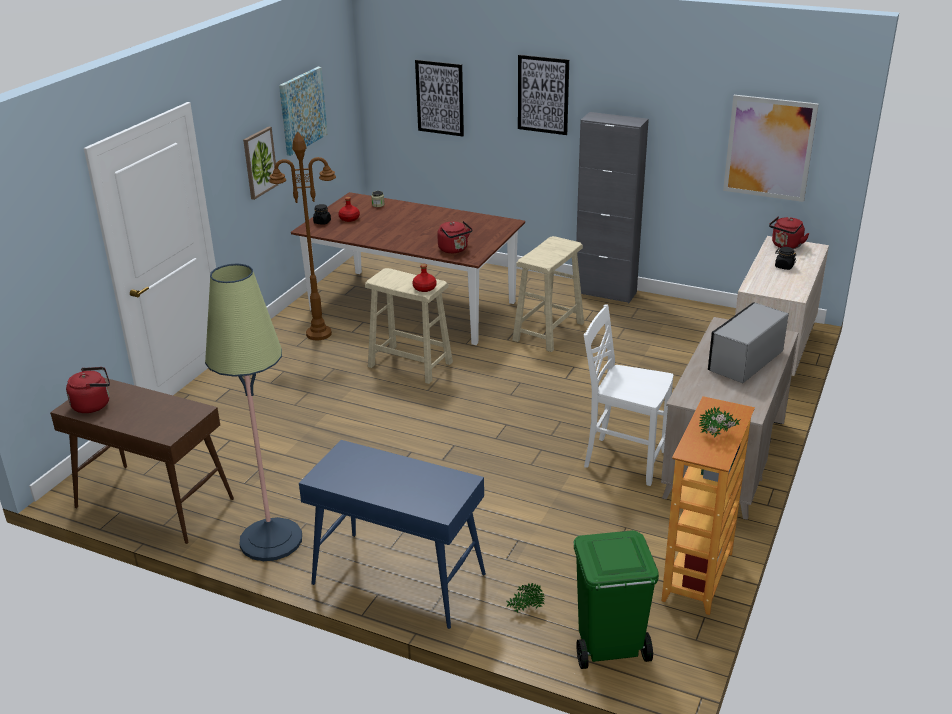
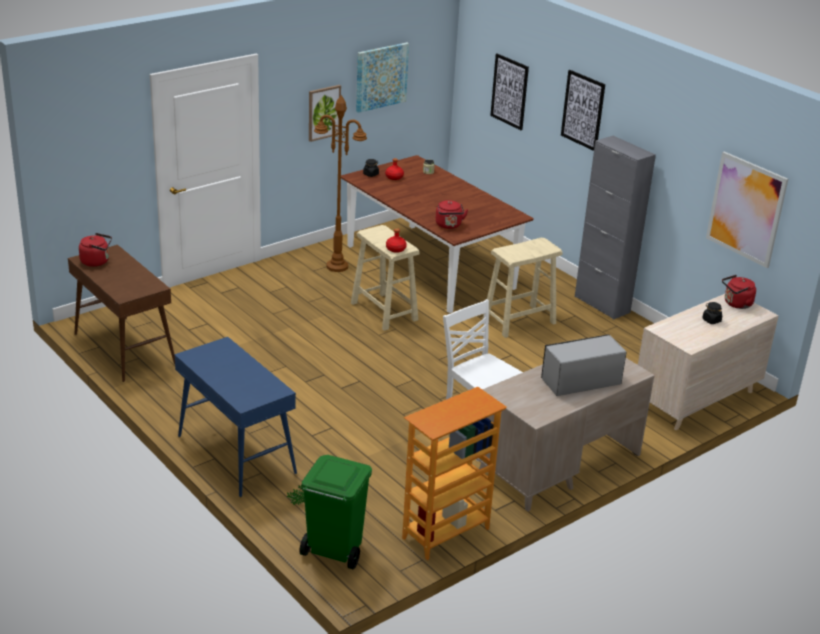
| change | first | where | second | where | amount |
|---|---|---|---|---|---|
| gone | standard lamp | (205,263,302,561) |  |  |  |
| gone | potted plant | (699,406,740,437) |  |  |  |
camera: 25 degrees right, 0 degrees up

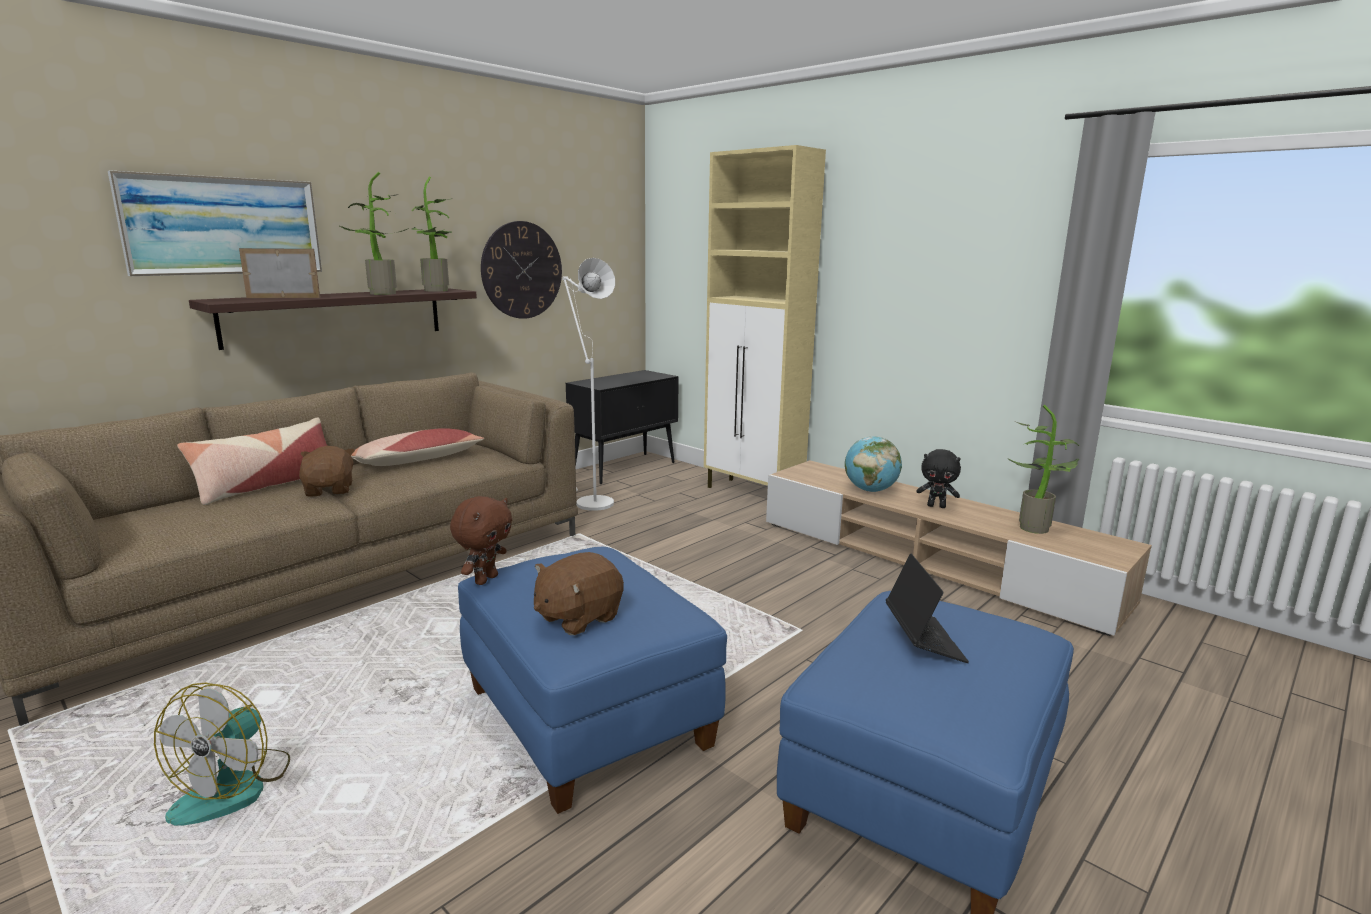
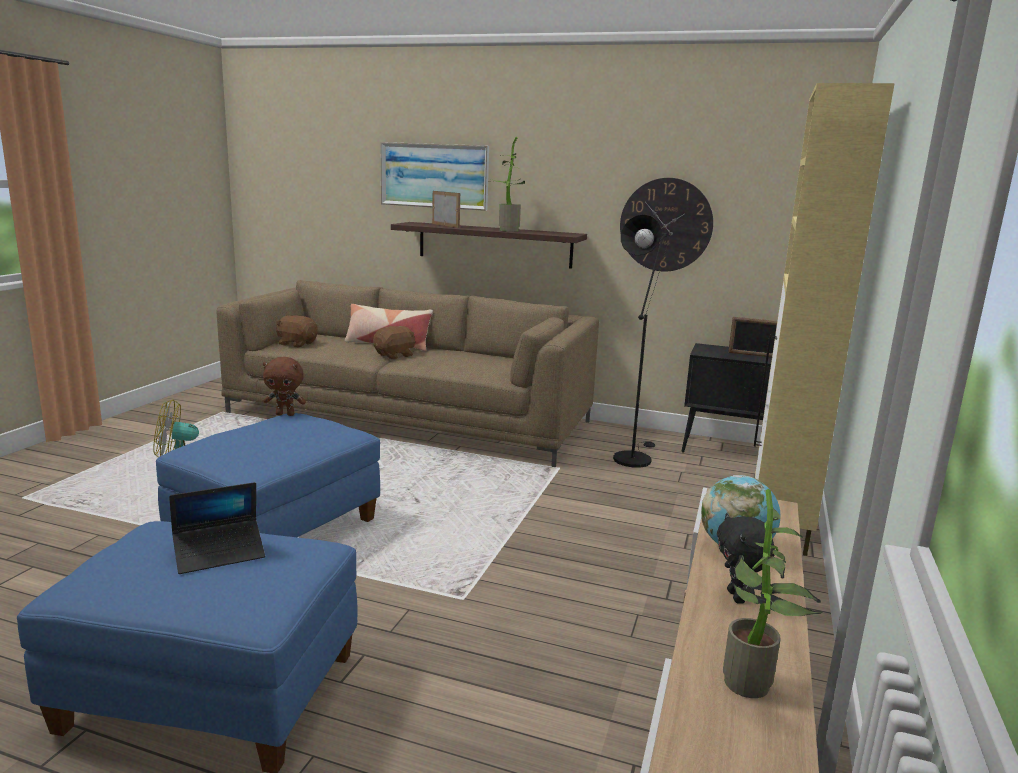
| change | first | where | second | where | amount |
|---|---|---|---|---|---|
| shifted | brown-coloured cuddly toy | (534,552,624,635) |  | (276,315,318,347) |  |
| repainted | white standard lamp | (562,258,615,511) | black-coloured standard lamp | (613,214,670,468) |  |
| new |  |  | standing frame | (728,317,777,358) |  |
| gone | throw pillow | (351,428,484,466) |  |  |  |
| gone | potted plant | (411,177,452,291) |  |  |  |
camera: 65 degrees right, 0 degrees up

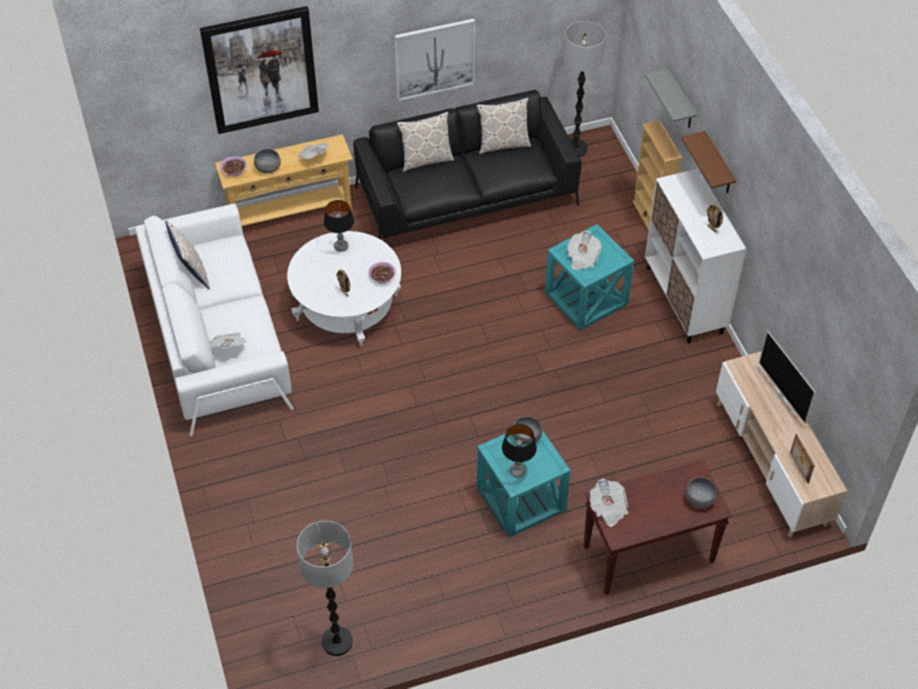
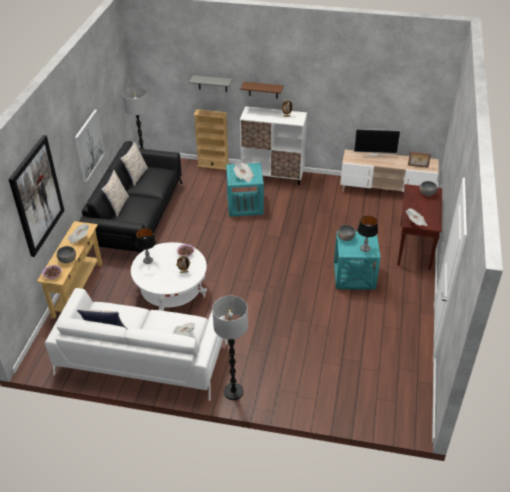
| change | first | where | second | where | amount |
|---|---|---|---|---|---|
| shifted | standard lamp | (297,521,353,656) |  | (212,296,248,400) |  |
camera: 60 degrees left, 10 degrees down

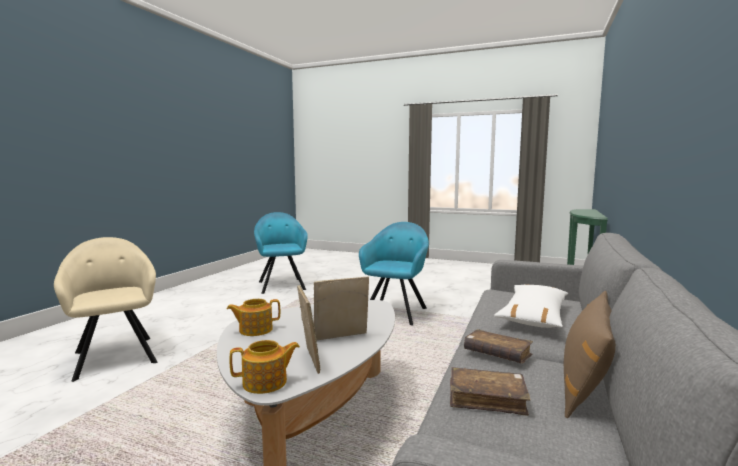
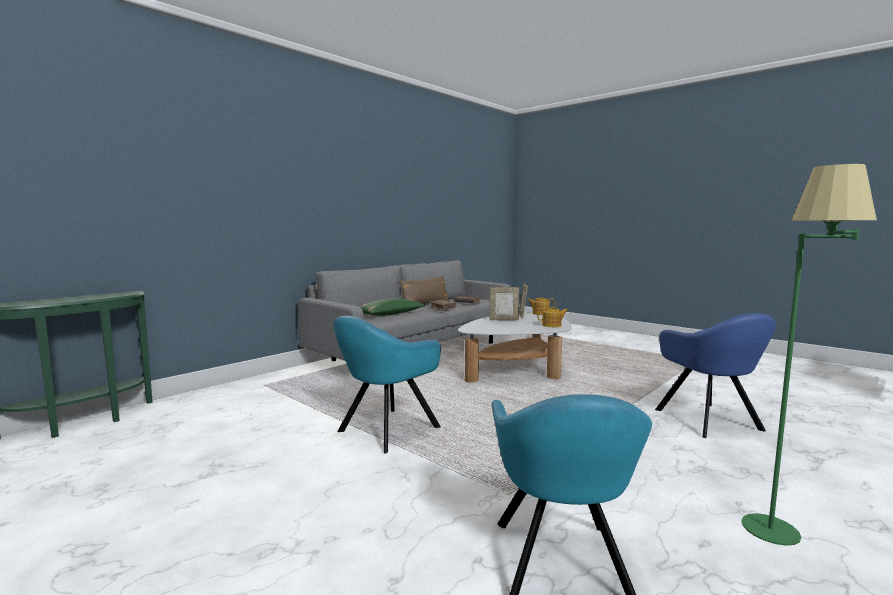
| change | first | where | second | where | amount |
|---|---|---|---|---|---|
| repainted | white throw pillow | (494,284,568,328) | greenish throw pillow | (360,298,426,316) |  |
| repainted | beige easy chair | (54,237,157,382) | blue easy chair | (655,313,776,438) |  |
| new |  |  | greenish standard lamp | (741,164,877,546) |  |
camera: 160 degrees left, 0 degrees up

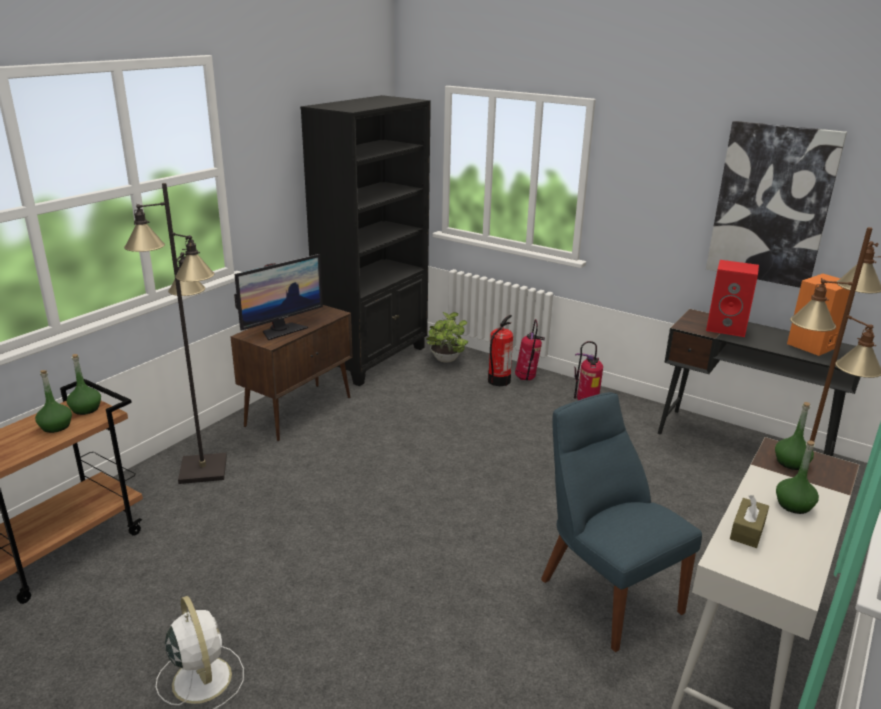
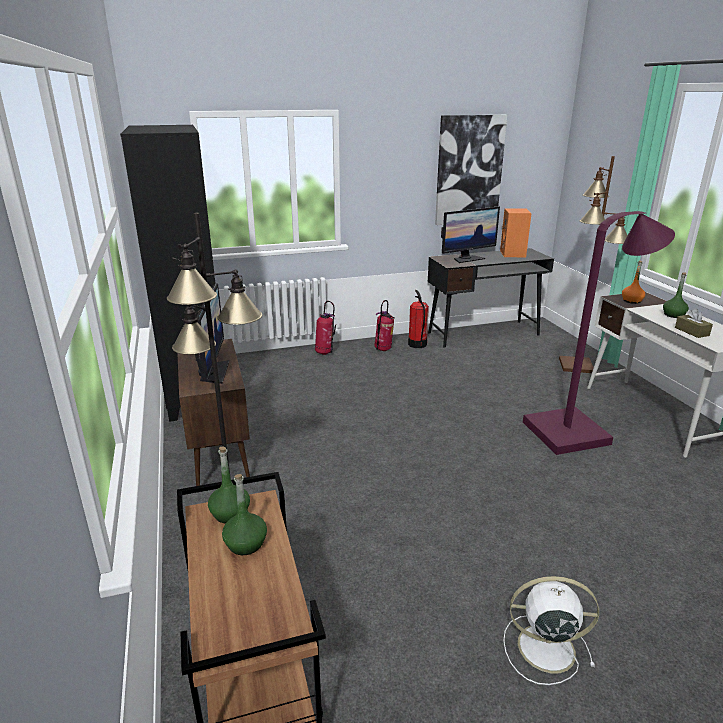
| change | first | where | second | where | amount |
|---|---|---|---|---|---|
| shifted | fire-fighting cylinder | (488,315,513,386) |  | (408,290,429,348) |  |
| swapped | red loudspeaker | (706,260,759,337) | computer display | (441,206,500,263) |  |
| swapped | blue upright chair | (541,392,702,652) | purplish standard lamp | (523,211,675,455) |  |
| repainted | greenish beverage bottle | (775,402,814,470) | orangey beverage bottle | (622,261,645,304) |  |
| gone | potted plant | (426,312,468,362) |  |  |  |
camera: 50 degrees left, 0 degrees up

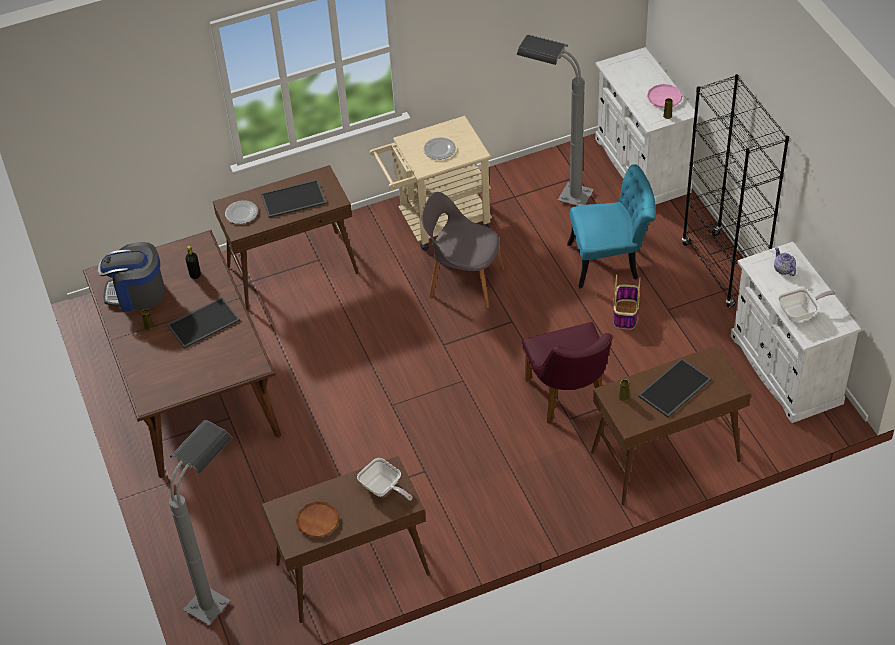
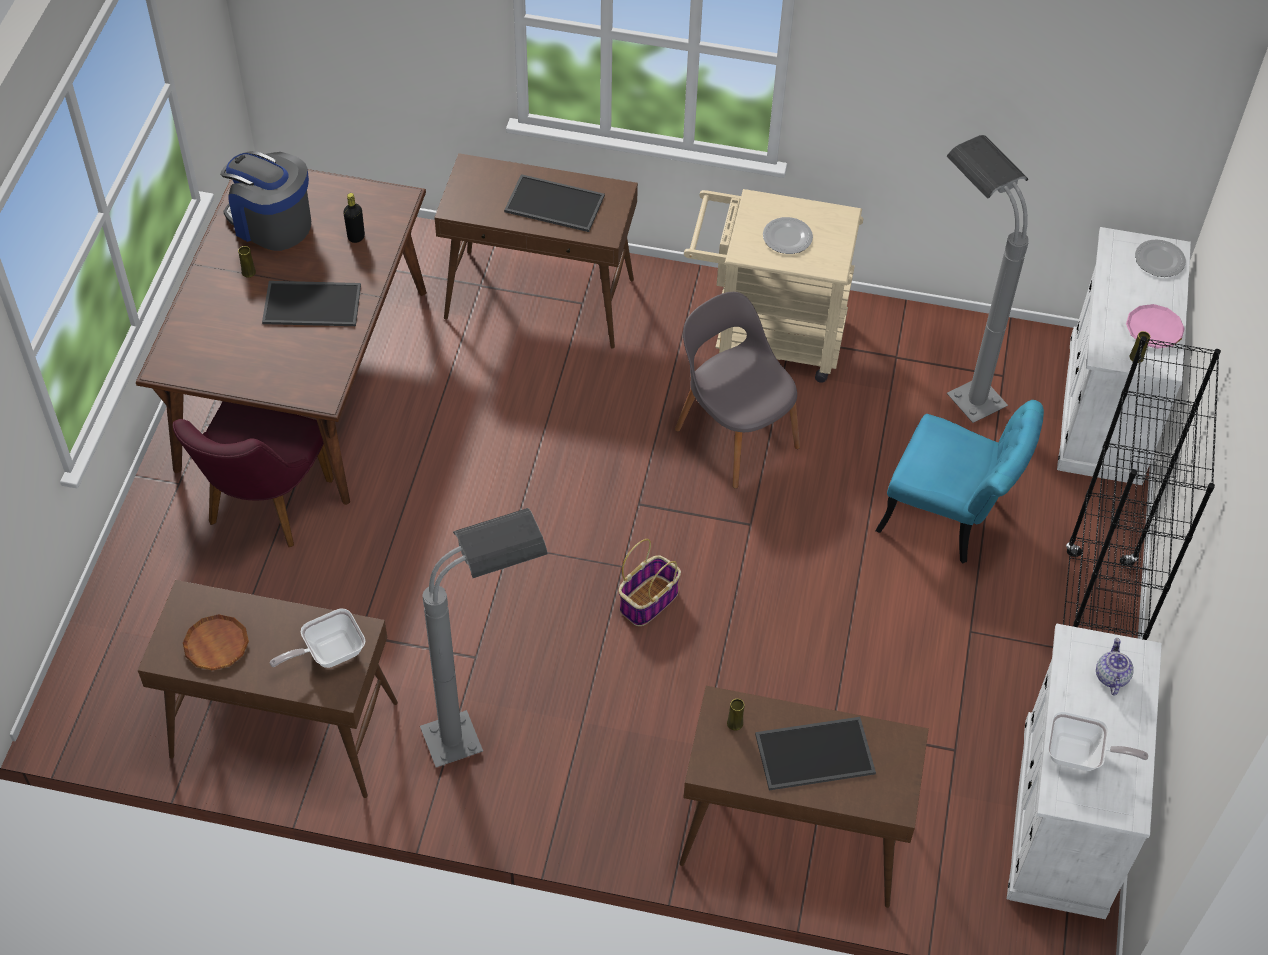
| change | first | where | second | where | amount |
|---|---|---|---|---|---|
| shifted | purplish upright chair | (522,322,613,424) |  | (173,401,334,547) |  |
| rotated | pan | (357,458,413,501) |  | (270,608,365,668) | 75 degrees clockwise |
| shifted | grey standard lamp | (169,420,232,626) |  | (420,508,548,768) |  |
| shifted | household basket | (613,274,641,329) |  | (619,539,681,626) |  |
| shifted | dinner plate | (225,201,258,224) |  | (1135,239,1186,277) |  |
camera: 30 degrees right, 5 degrees up

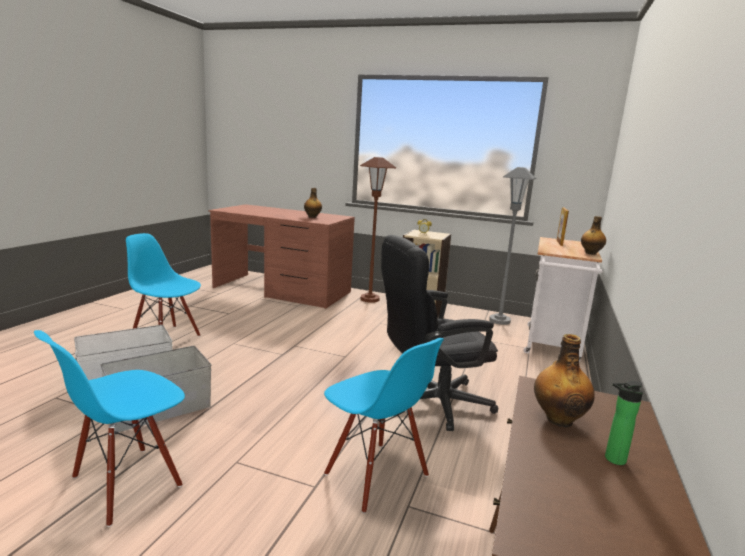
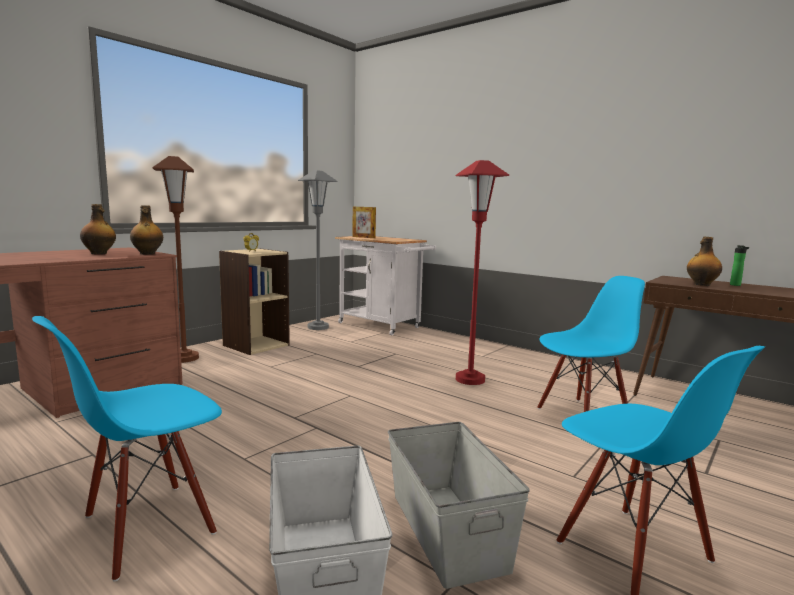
| change | first | where | second | where | amount |
|---|---|---|---|---|---|
| shifted | beverage bottle | (581,216,606,255) |  | (130,205,163,255) |  |
| swapped | black-coloured desk chair | (381,235,498,431) | red standard lamp | (456,160,509,385) |  |
camera: 70 degrees left, 5 degrees down

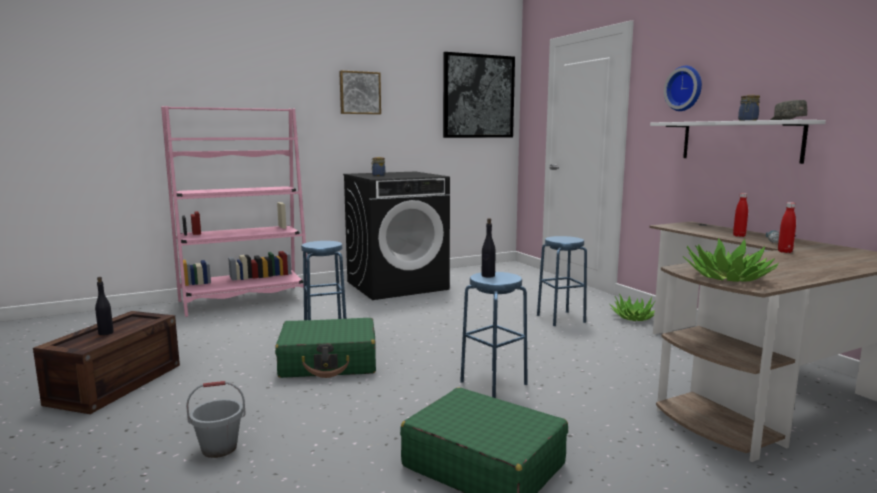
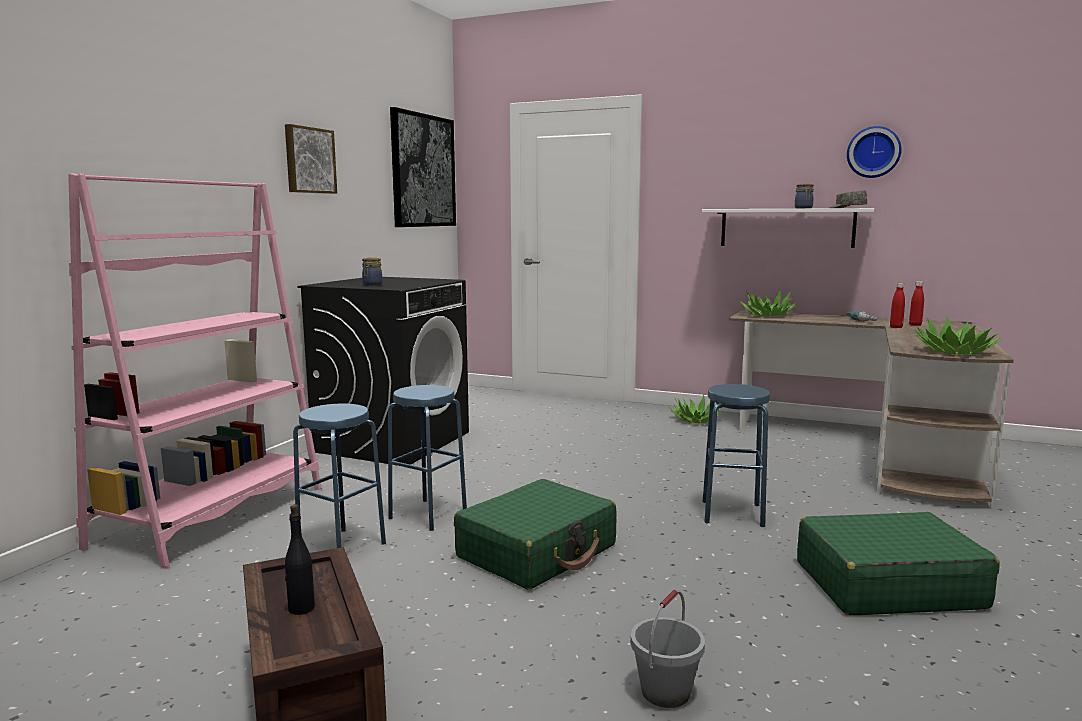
| change | first | where | second | where | amount |
|---|---|---|---|---|---|
| shifted | blue sitting stool | (537,236,587,326) |  | (293,403,386,548) |  |
| new |  |  | potted plant | (740,291,798,316) |  |
| shifted | hanging clock | (664,66,702,111) |  | (847,126,902,178) |  |
| shifted | red beverage bottle | (733,193,748,237) |  | (909,281,924,326) |  |
| gone | black-coloured beverage bottle | (481,218,496,278) |  |  |  |
camera: 40 degrees left, 0 degrees up

